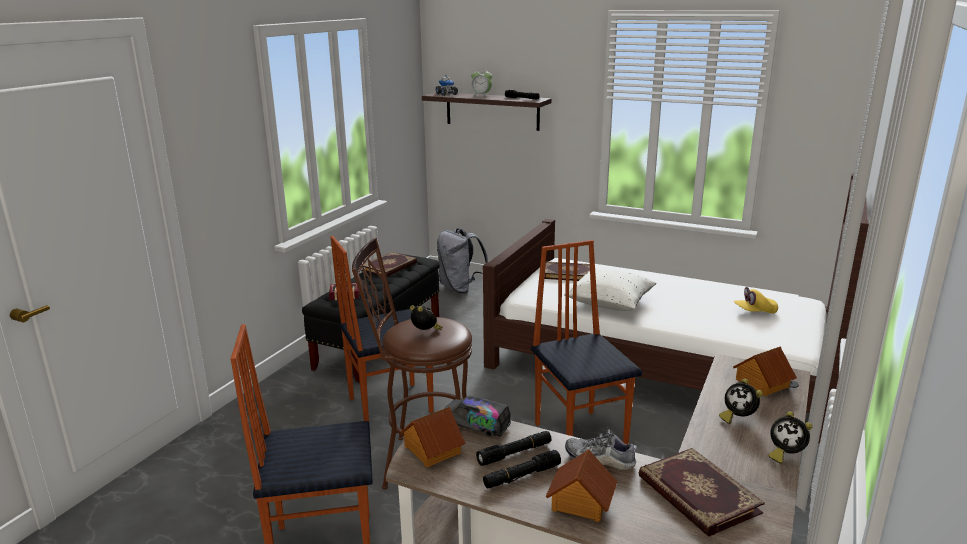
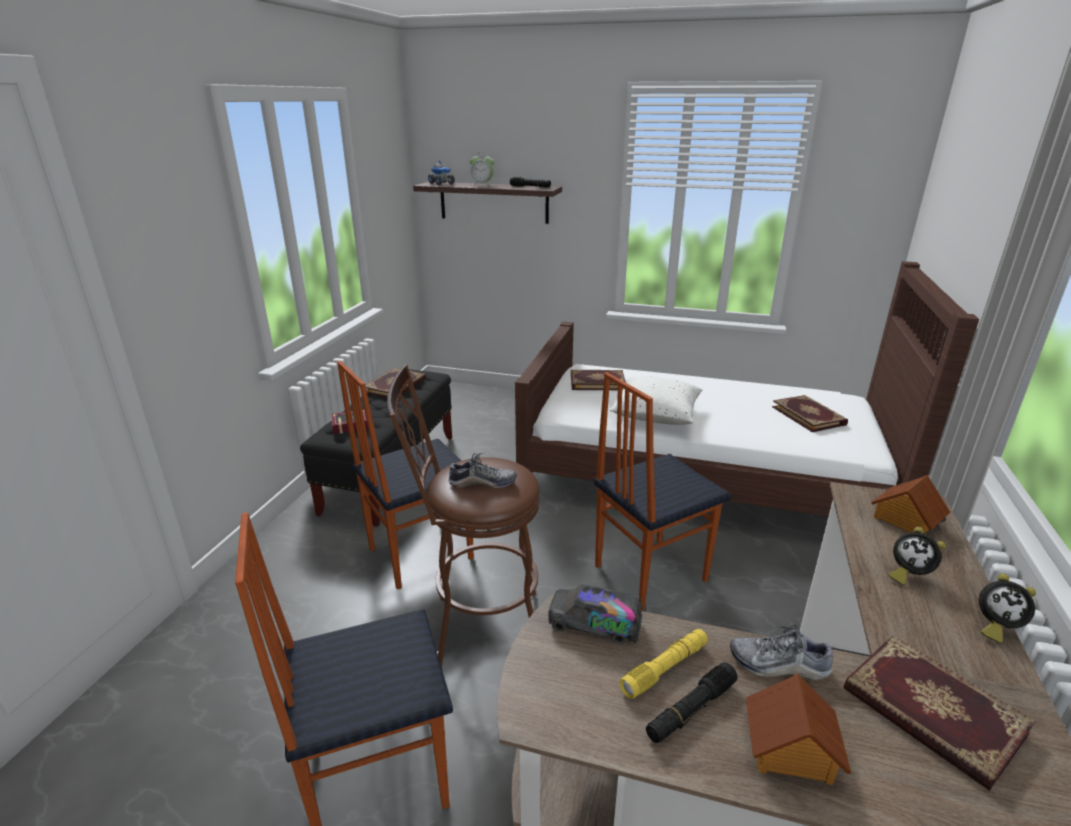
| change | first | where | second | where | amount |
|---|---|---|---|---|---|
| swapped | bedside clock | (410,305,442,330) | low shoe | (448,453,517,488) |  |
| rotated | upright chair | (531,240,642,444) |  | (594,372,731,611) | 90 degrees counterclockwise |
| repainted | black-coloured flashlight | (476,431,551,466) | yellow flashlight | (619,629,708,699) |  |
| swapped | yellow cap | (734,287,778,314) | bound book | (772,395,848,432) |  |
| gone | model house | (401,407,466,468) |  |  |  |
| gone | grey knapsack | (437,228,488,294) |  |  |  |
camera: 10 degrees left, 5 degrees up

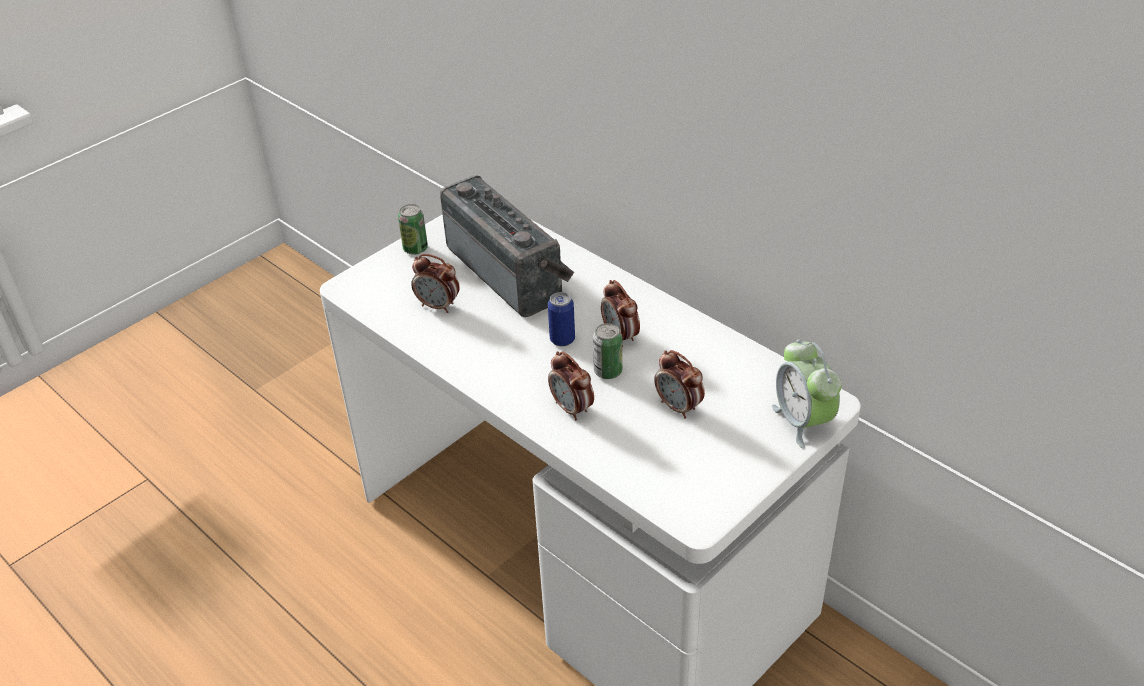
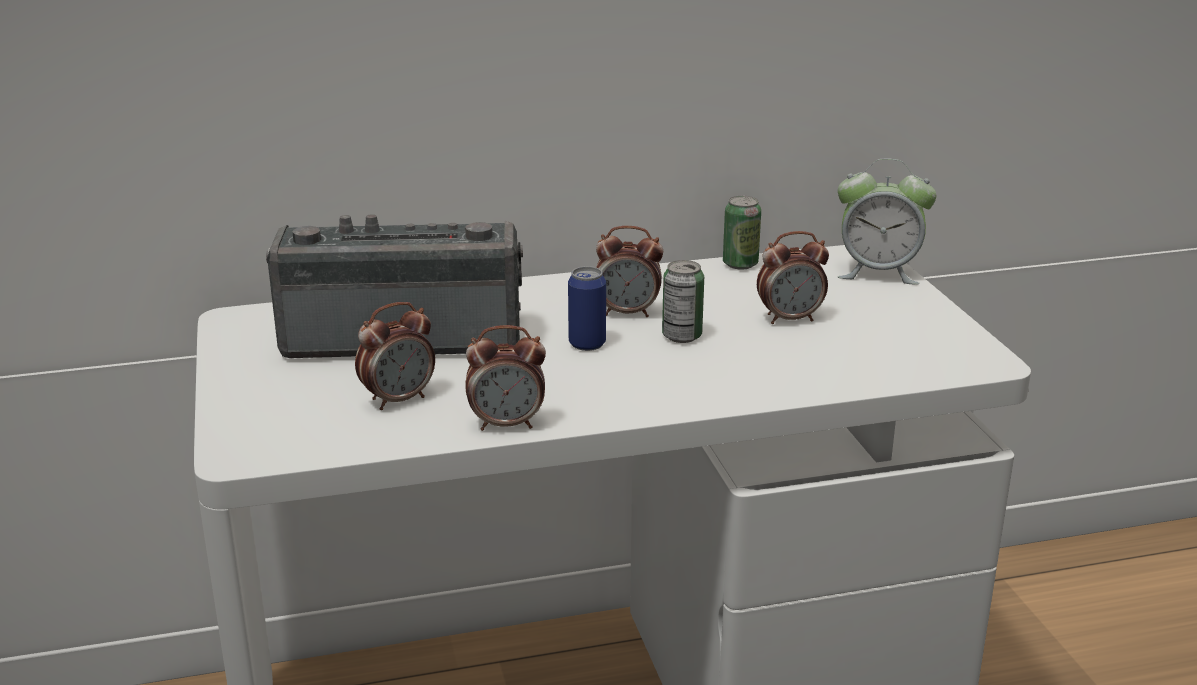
| change | first | where | second | where | amount |
|---|---|---|---|---|---|
| shifted | bedside clock | (548,351,594,420) |  | (465,325,546,431) |  |
| shifted | metal can | (398,204,428,255) |  | (723,196,761,270) |  |
camera: 60 degrees left, 15 degrees down

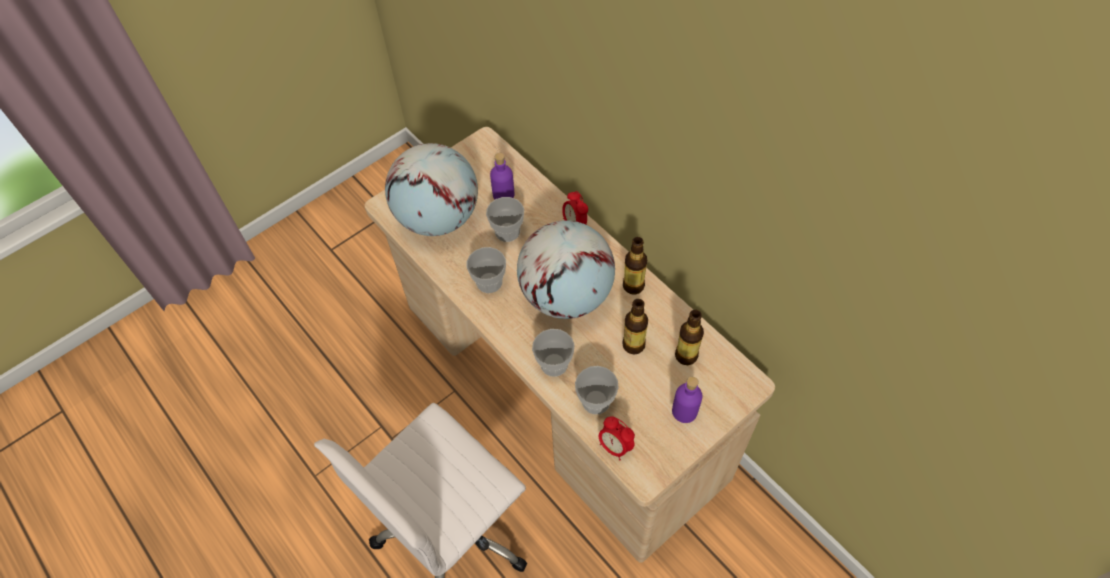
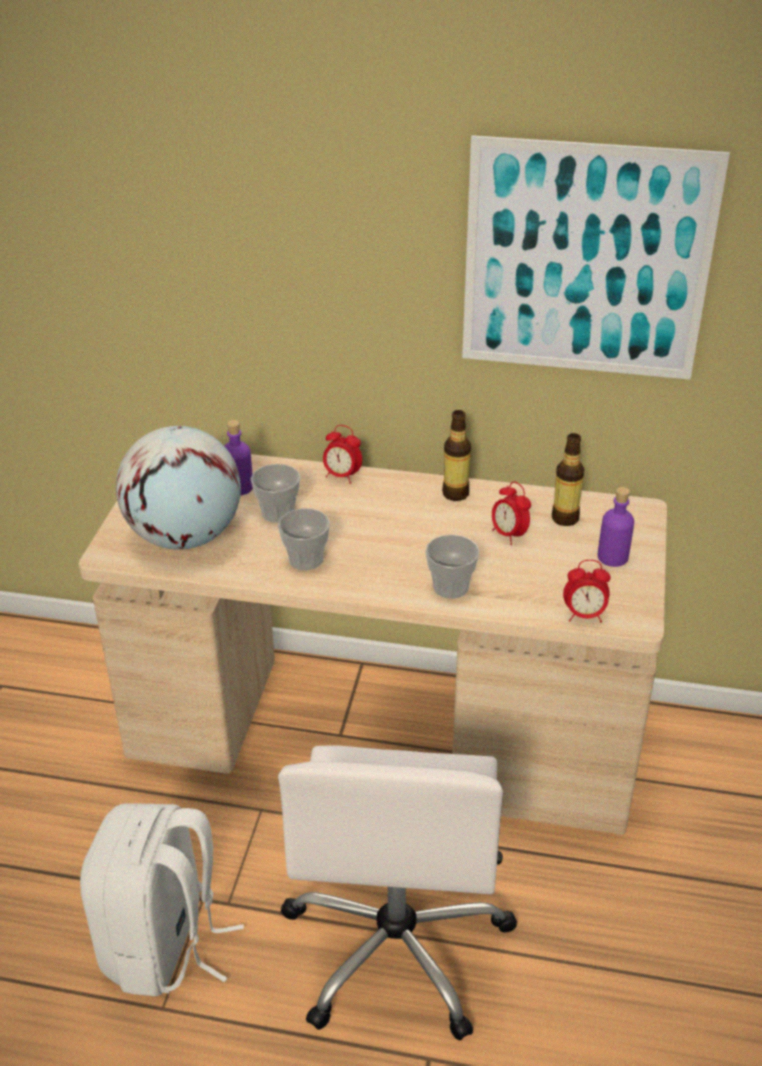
| change | first | where | second | where | amount |
|---|---|---|---|---|---|
| new |  |  | white knapsack | (80,803,244,996) |  |
| new |  |  | wall picture | (462,135,730,380) |  |
| swapped | beverage bottle | (622,299,648,354) | bedside clock | (492,482,531,545) |  |
| gone | world globe | (517,220,615,319) |  |  |  |
| gone | cup | (575,366,619,414) |  |  |  |
camera: 40 degrees left, 20 degrees down

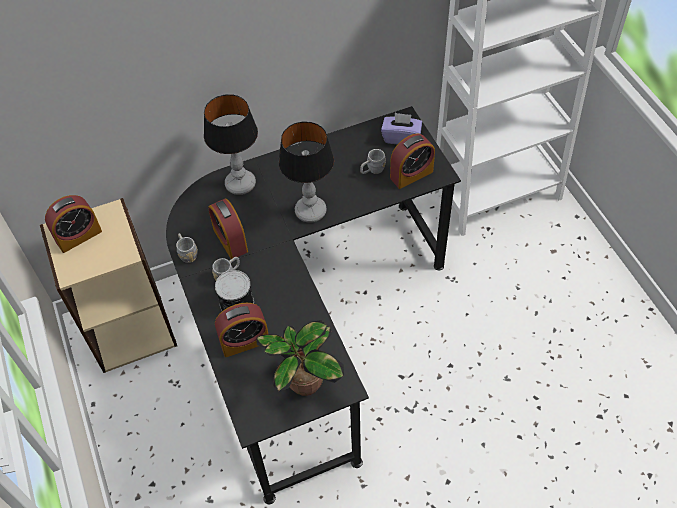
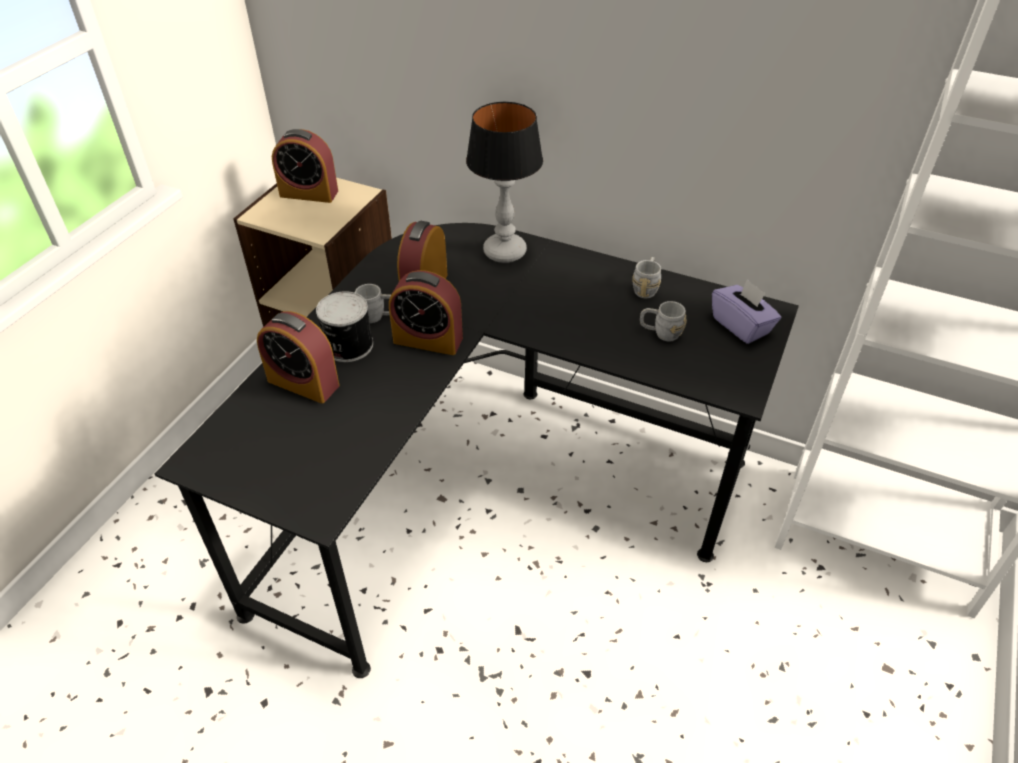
| change | first | where | second | where | amount |
|---|---|---|---|---|---|
| shifted | bedside clock | (390,134,435,189) |  | (389,270,463,355) |  |
| shifted | grey tea mug | (176,233,198,263) |  | (632,257,661,298) |  |
| gone | potted plant | (256,320,344,396) |  |  |  |
| gone | table lamp | (278,121,334,223) |  |  |  |
camera: 45 degrees right, 10 degrees down

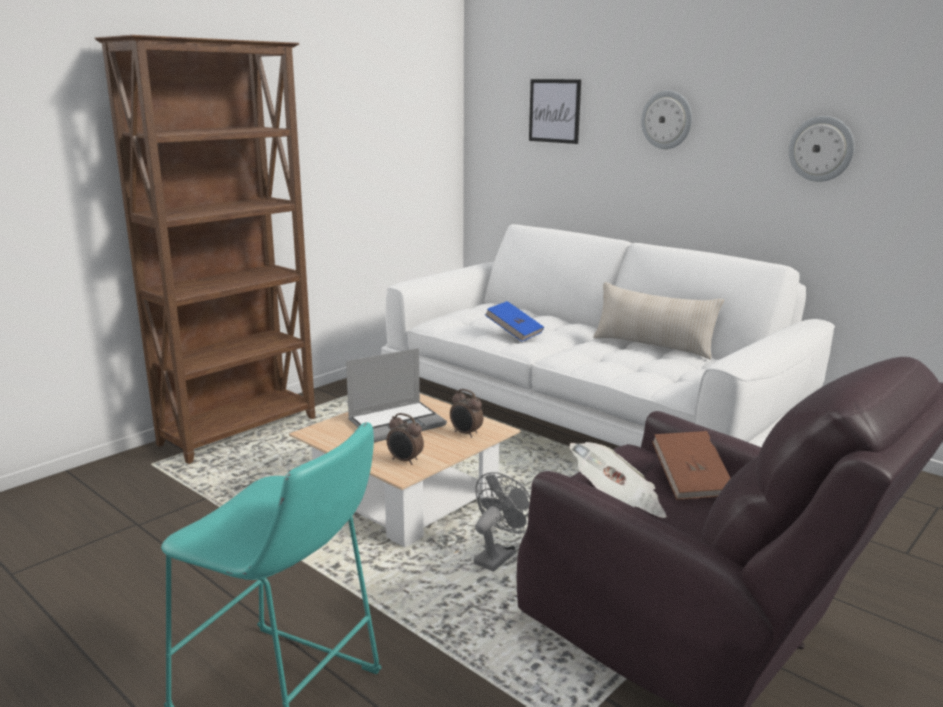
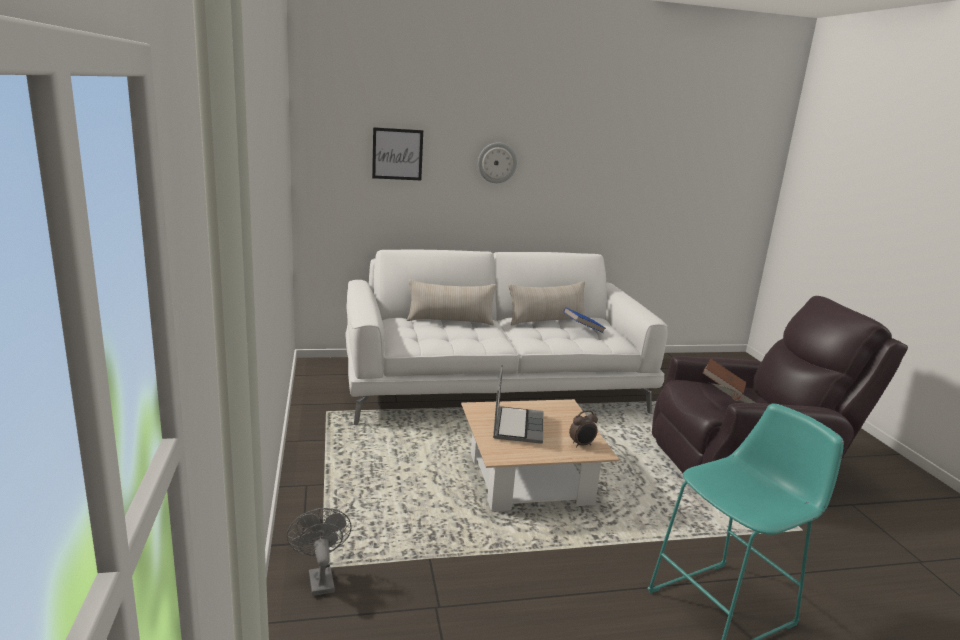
| change | first | where | second | where | amount |
|---|---|---|---|---|---|
| shifted | grey cooling fan | (474,472,530,572) |  | (287,508,352,596) |  |
| new |  |  | beige throw pillow | (407,279,496,325) |  |
| shifted | blue bound book | (485,301,544,342) |  | (564,308,605,333) |  |
| gone | brown-coloured bookshelf | (94,35,316,464) |  |  |  |
| gone | bedside clock | (450,389,483,438) |  |  |  |
| gone | hanging clock | (789,116,855,182) |  |  |  |
camera: 55 degrees left, 0 degrees up

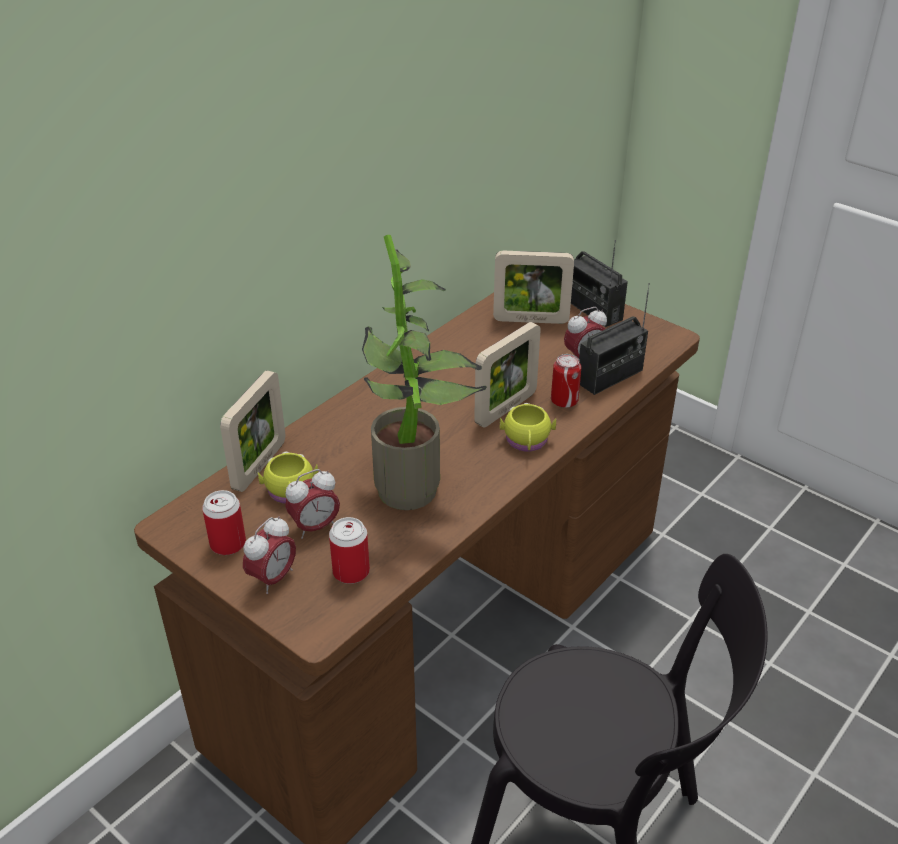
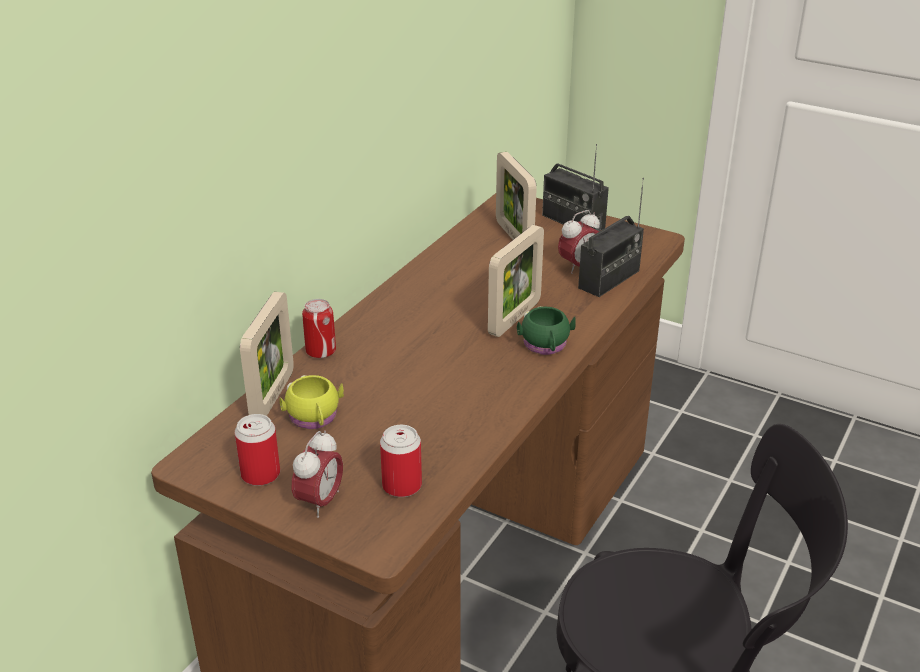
| change | first | where | second | where | amount |
|---|---|---|---|---|---|
| shifted | metal can | (551,354,581,408) |  | (302,299,336,358) |  |
| rotated | standing frame | (493,251,574,324) |  | (496,152,537,240) | 75 degrees clockwise |
| repainted | yellow tea mug | (500,403,556,452) | greenish tea mug | (517,306,576,355) |  |
| gone | bedside clock | (285,469,340,539) |  |  |  |
| gone | potted plant | (362,235,487,510) |  |  |  |
camera: 10 degrees left, 5 degrees down

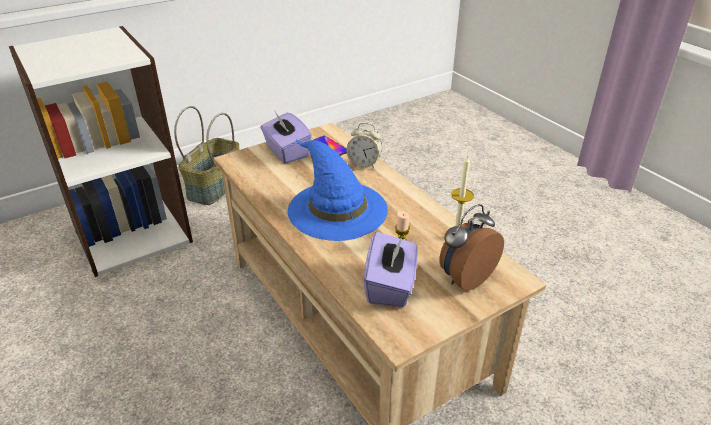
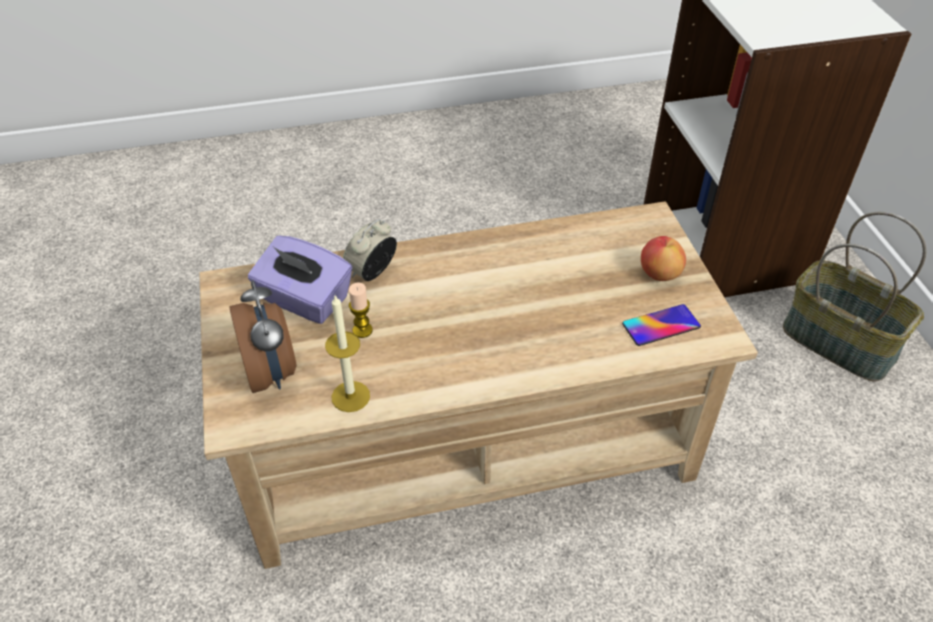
| change | first | where | second | where | amount |
|---|---|---|---|---|---|
| shifted | bedside clock | (346,123,382,168) |  | (343,219,397,281) |  |
| swapped | purplish tissue box | (260,112,312,164) | whole apple | (641,236,686,281) |  |
| gone | blue wearable hat | (288,139,388,241) |  |  |  |
camera: 110 degrees right, 10 degrees up

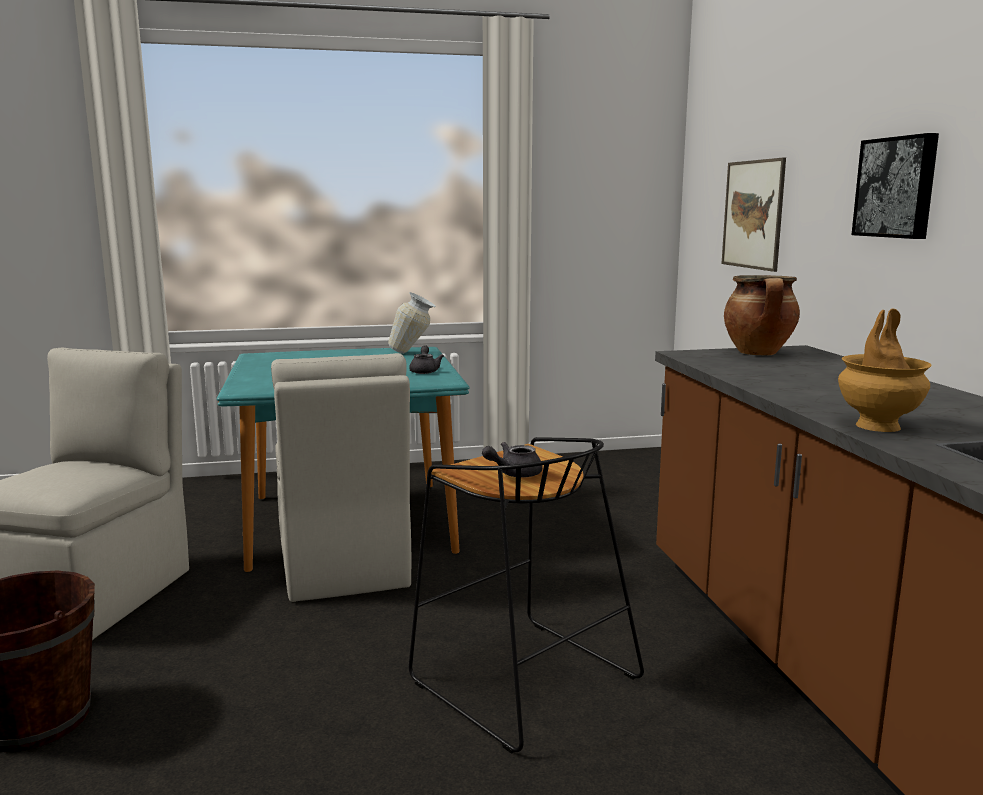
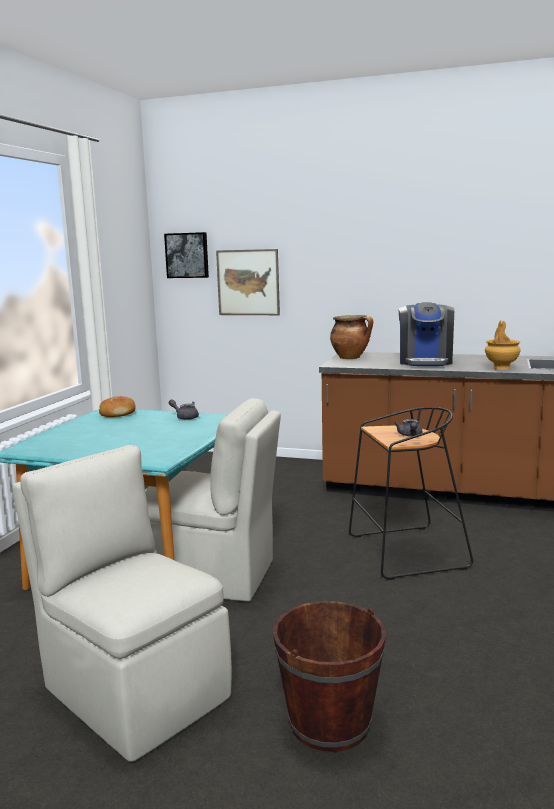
| change | first | where | second | where | amount |
|---|---|---|---|---|---|
| swapped | vase | (388,292,436,354) | baked bread | (99,396,136,417) |  |
| shifted | wall picture | (852,133,939,239) |  | (164,232,209,278) |  |
| new |  |  | coffee machine | (398,302,454,366) |  |
camera: 60 degrees left, 0 degrees up

